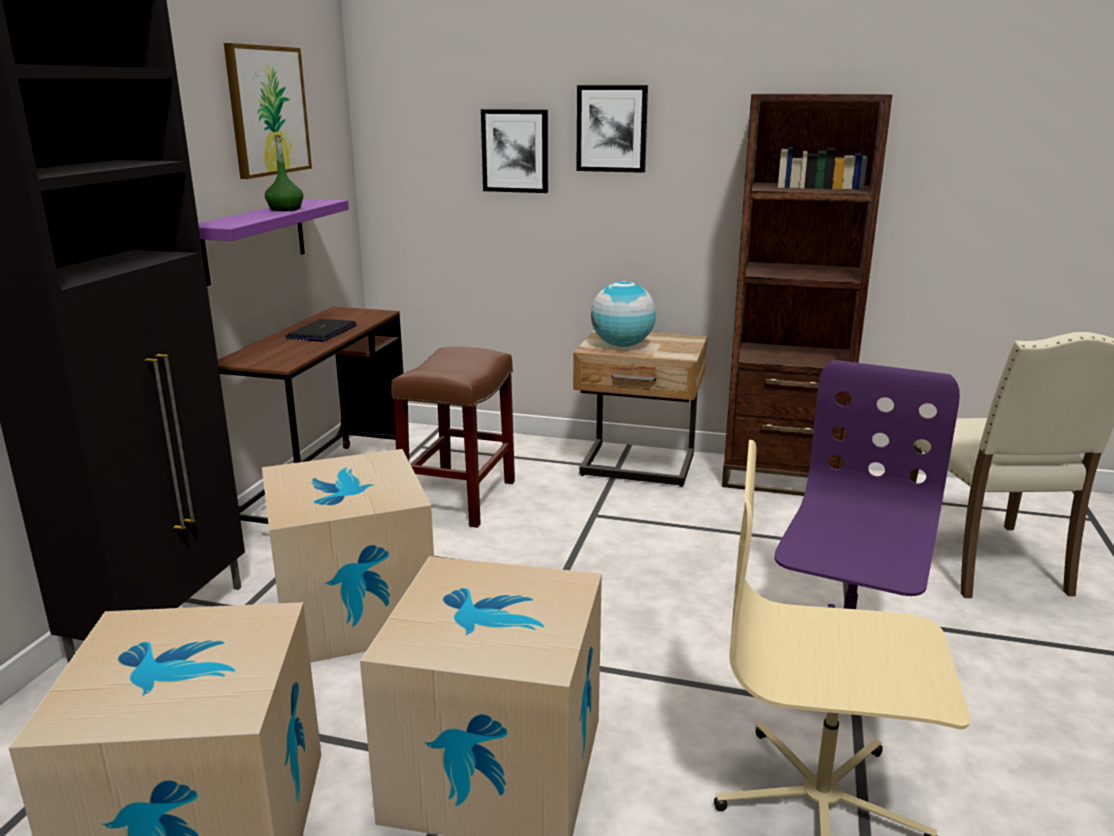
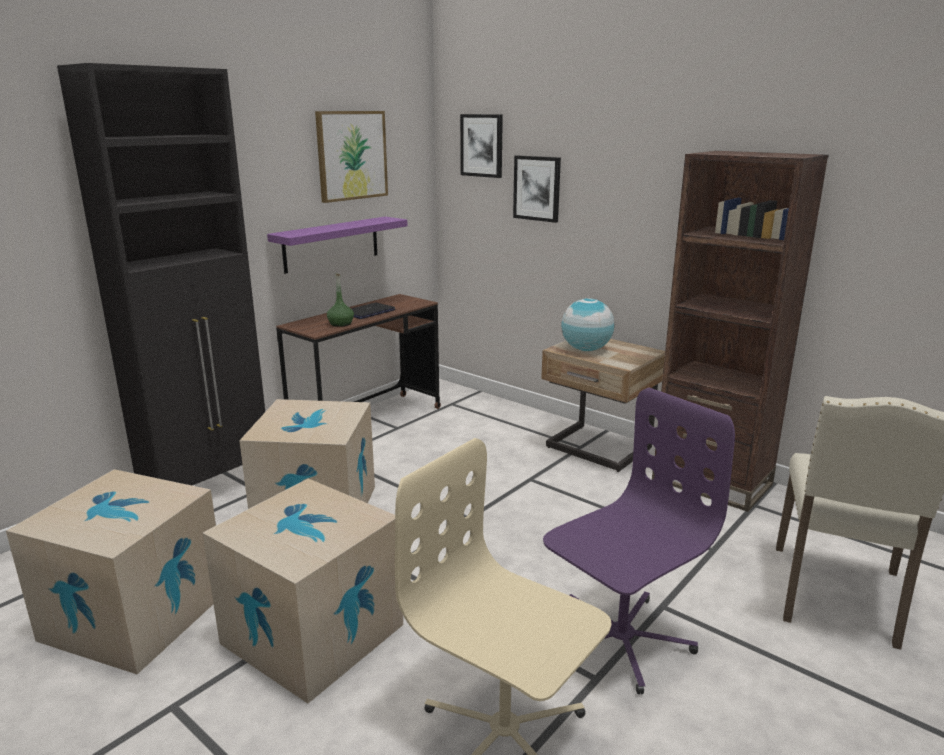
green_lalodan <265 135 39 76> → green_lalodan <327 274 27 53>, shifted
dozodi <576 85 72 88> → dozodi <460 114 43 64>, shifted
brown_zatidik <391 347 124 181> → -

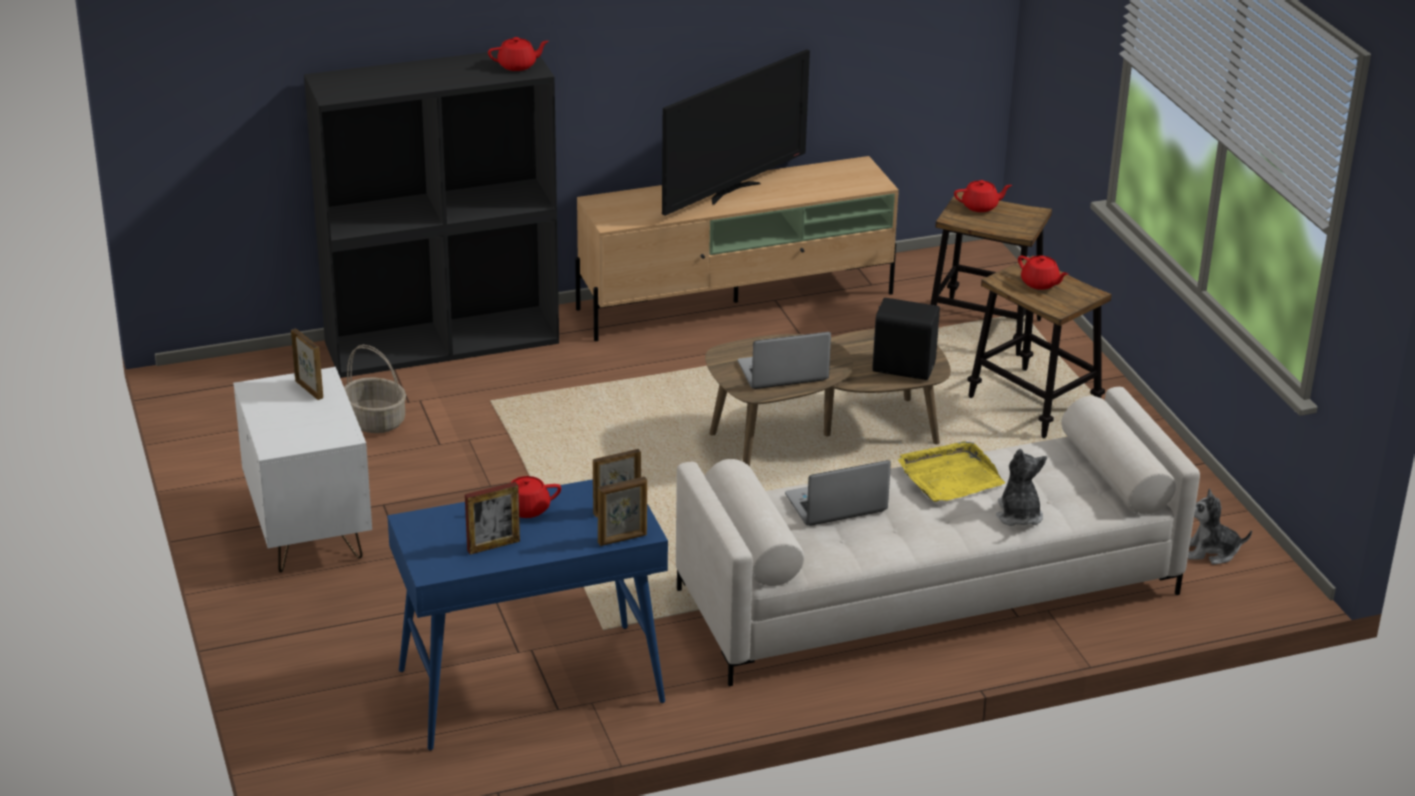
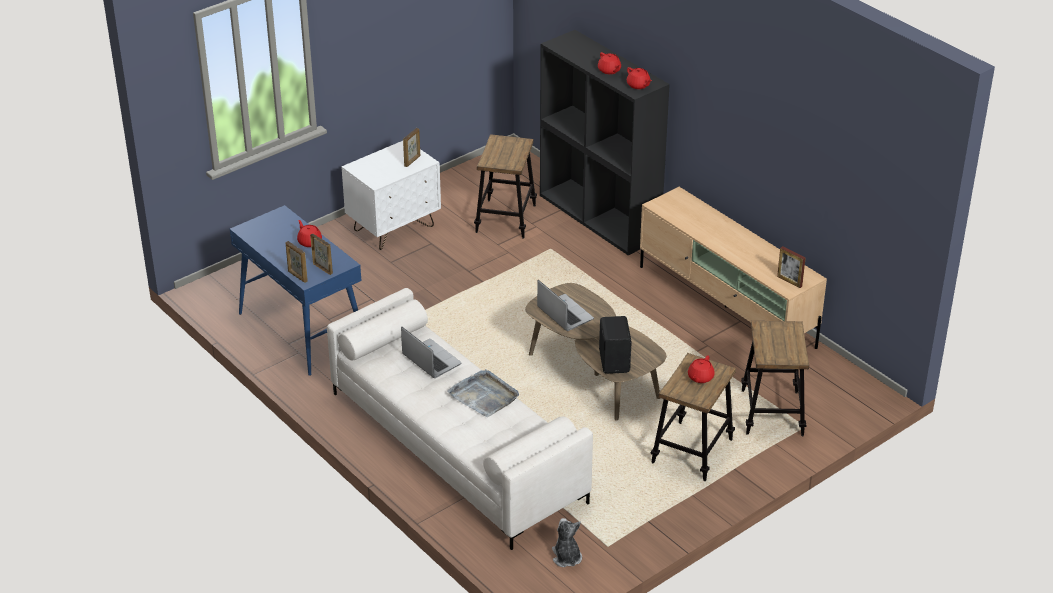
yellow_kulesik <898 441 107 61> → grey_kulesik <447 369 72 48>
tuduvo <344 345 62 88> → zatidik <474 134 63 104>
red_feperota <954 180 58 32> → red_feperota <598 52 23 22>, shifted
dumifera <465 482 55 73> → dumifera <777 246 29 42>, shifted
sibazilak <662 49 148 167> → -
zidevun <996 449 51 77> → -

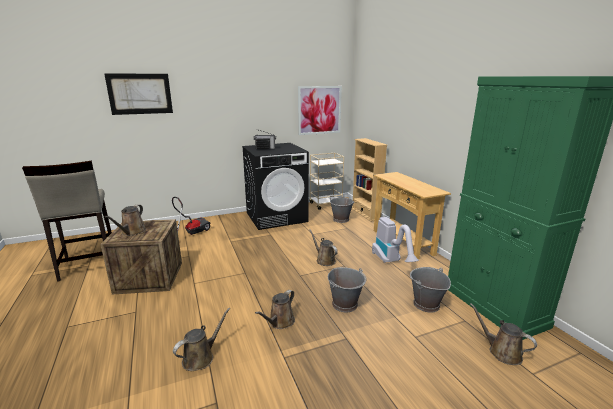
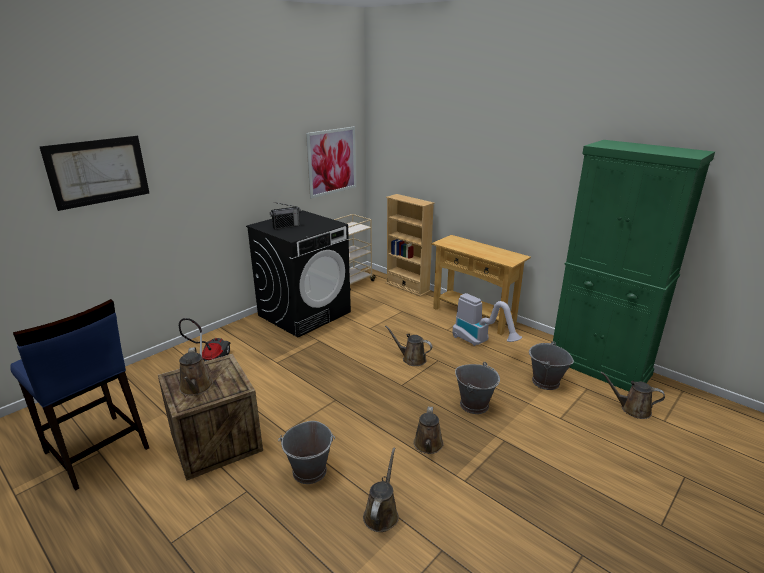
beige_zatidik <22 161 90 121> → blue_zatidik <10 299 139 192>
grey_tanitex <329 198 25 25> → grey_tanitex <278 421 57 63>, shifted

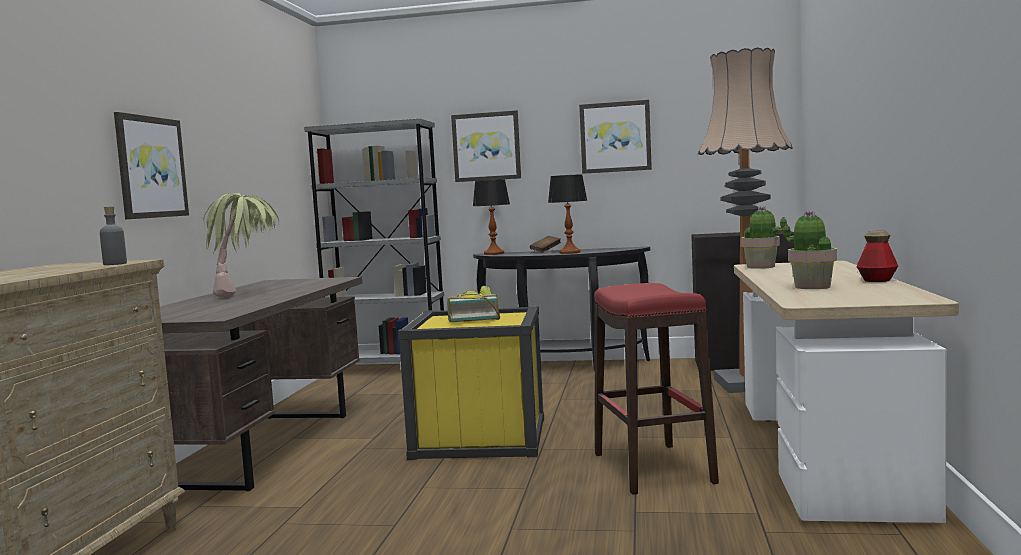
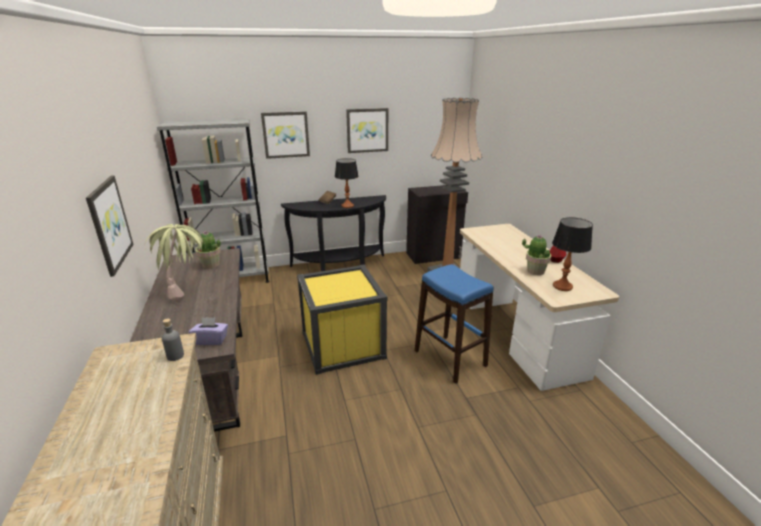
- → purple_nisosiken <189 317 39 28>
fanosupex <741 207 46 62> → fanosupex <196 231 25 38>, shifted
red_zatidik <594 283 125 212> → blue_zatidik <415 264 79 120>
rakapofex <473 179 37 76> → rakapofex <552 217 41 74>, shifted
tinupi <447 286 53 36> → -

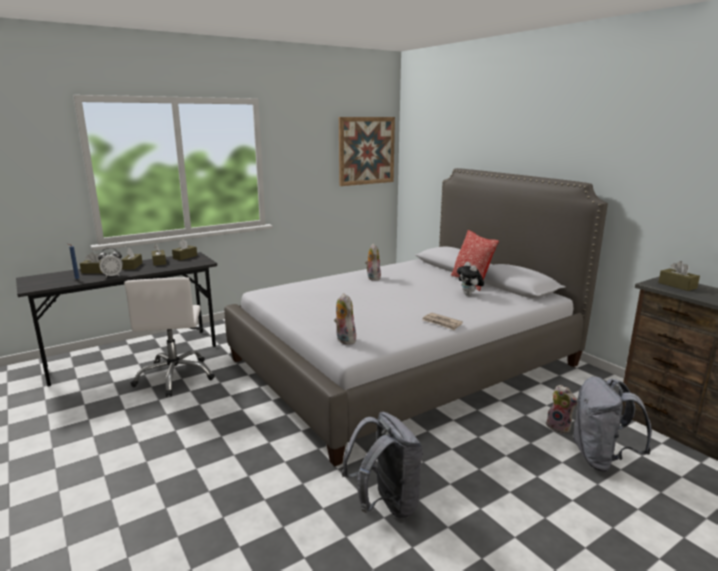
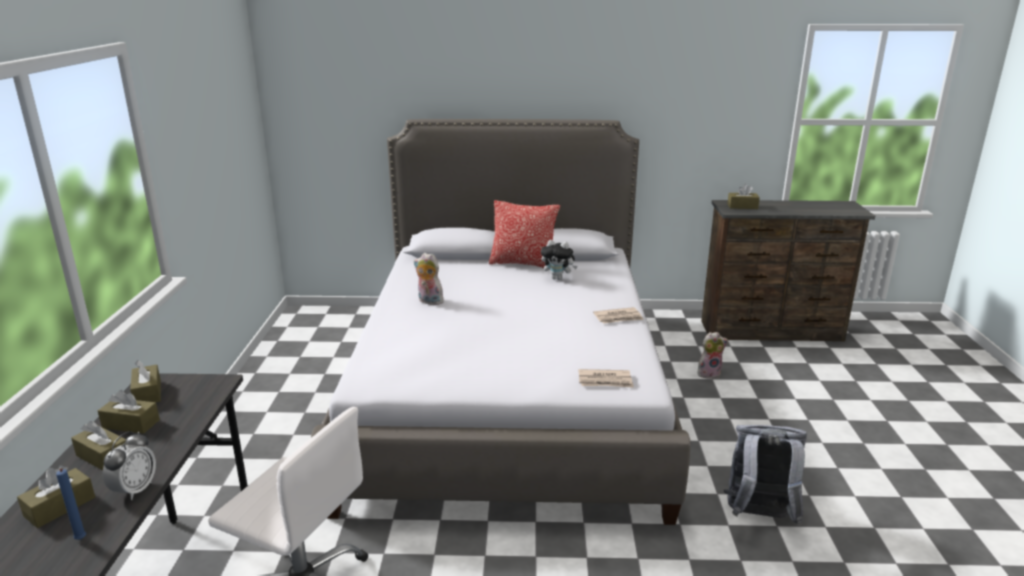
zidevun <334 293 22 52> → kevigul <578 369 56 19>
dozodi <339 117 56 69> → -
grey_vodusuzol <572 376 80 96> → -

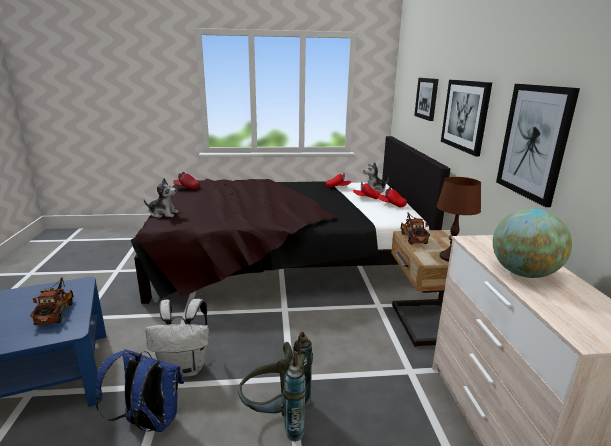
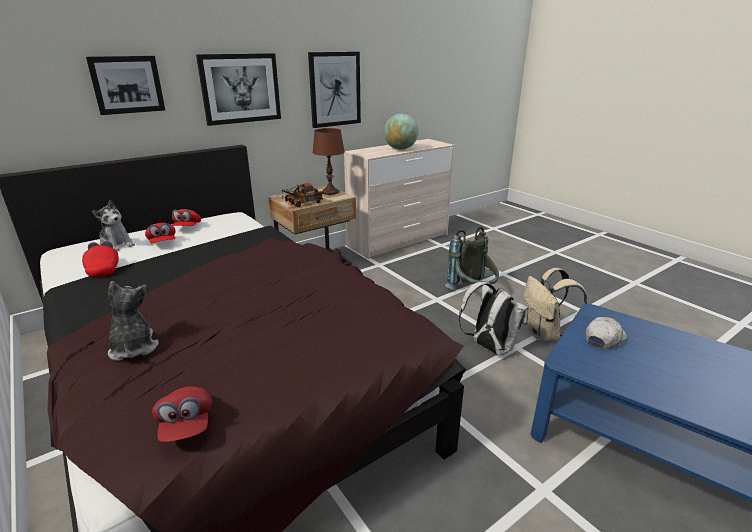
zidevun <144 178 35 40> → zidevun <108 281 51 80>, shifted
blue_vodusuzol <95 349 89 83> → beige_vodusuzol <524 268 63 73>
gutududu <30 277 44 48> → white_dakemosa <586 317 41 32>

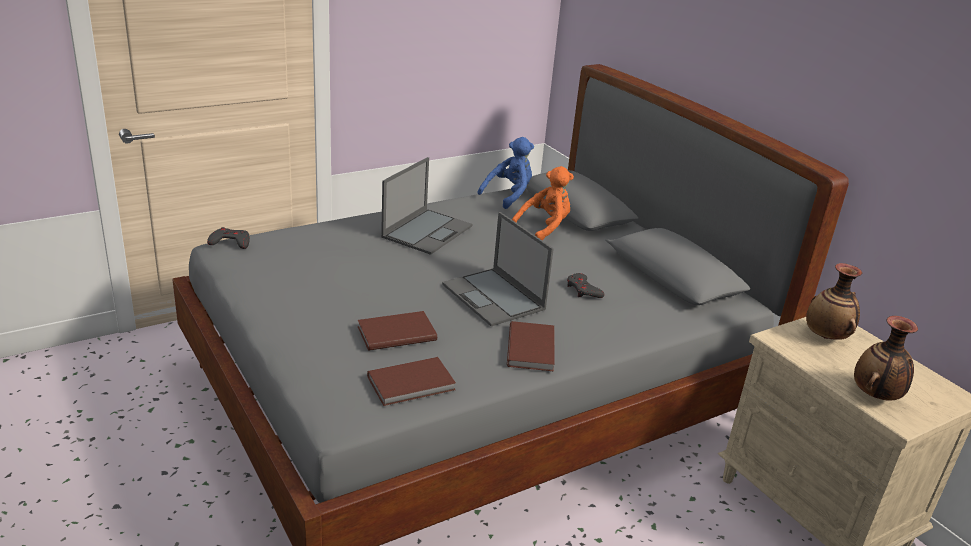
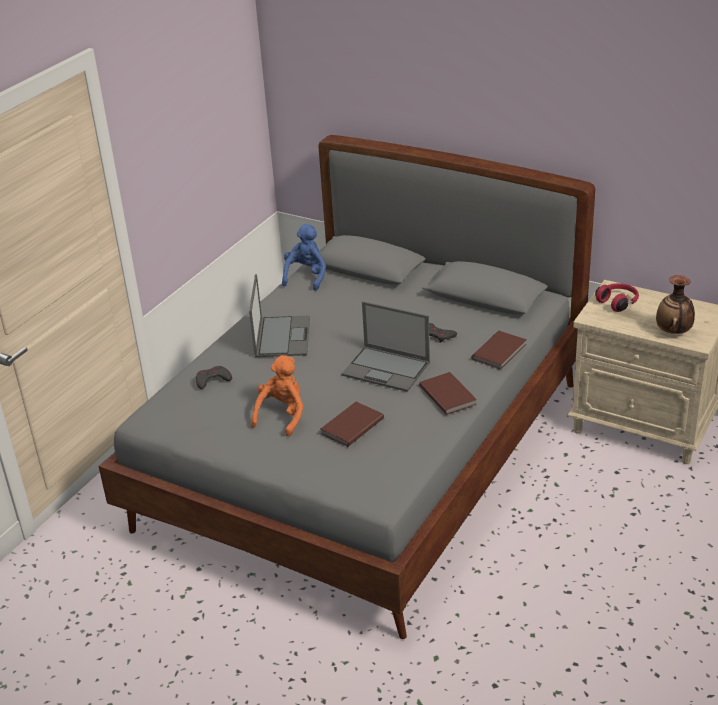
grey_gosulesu <207 227 43 22> → grey_gosulesu <196 366 36 23>, shifted
orange_zidevun <512 166 62 74> → orange_zidevun <251 355 52 81>, shifted
brown_tinupi <367 357 89 49> → brown_tinupi <471 331 56 39>, shifted
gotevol <806 263 56 77> → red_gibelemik <595 283 44 29>

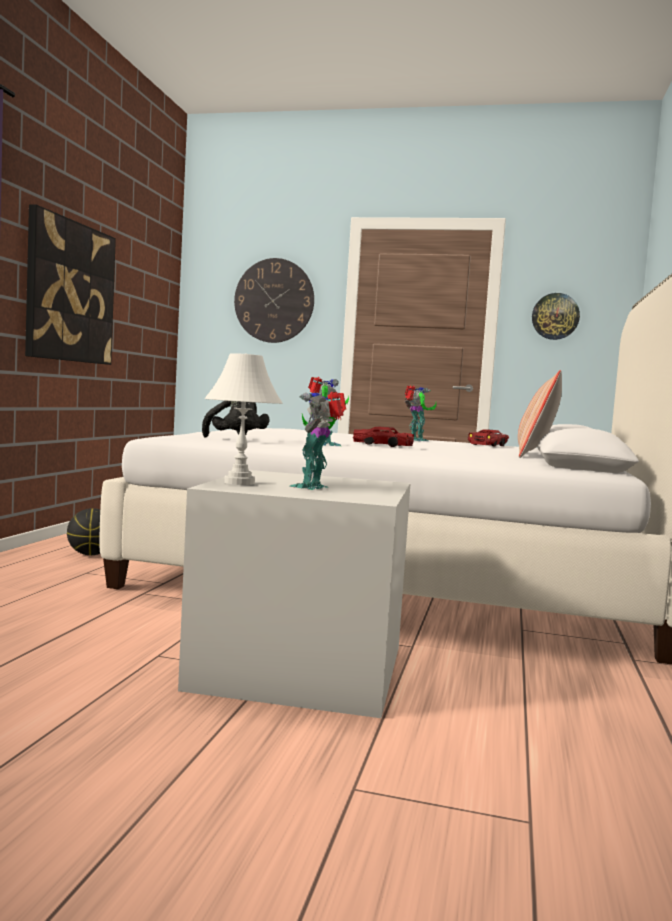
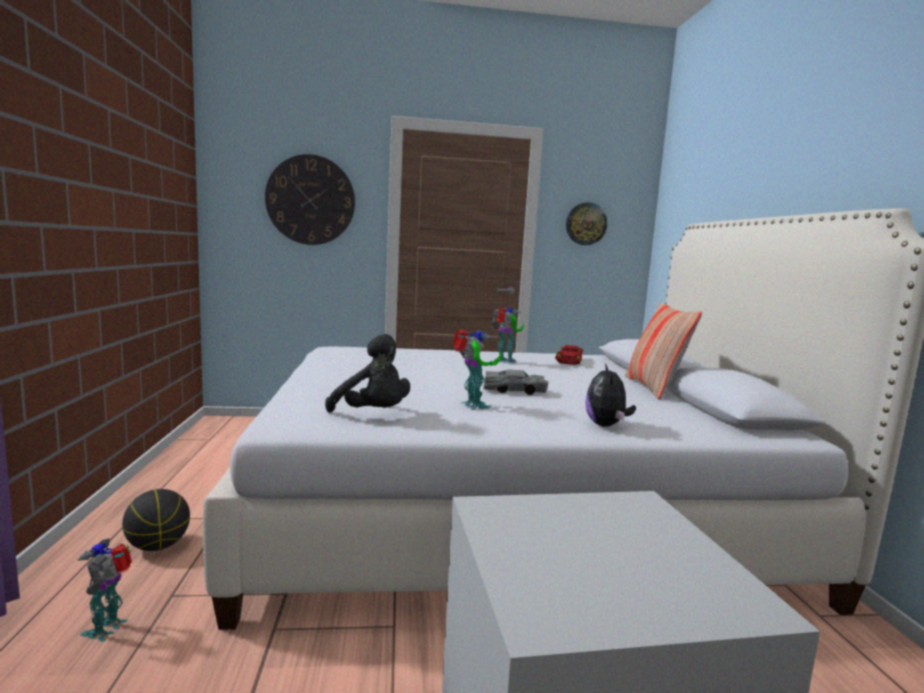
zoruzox <289 392 57 98> → zoruzox <77 539 55 103>, shifted
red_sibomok <353 427 61 20> → grey_sibomok <484 370 64 25>
- → zidevun <585 363 51 64>
dozodi <25 204 91 161> → -
white_rakapofex <205 353 78 132> → -

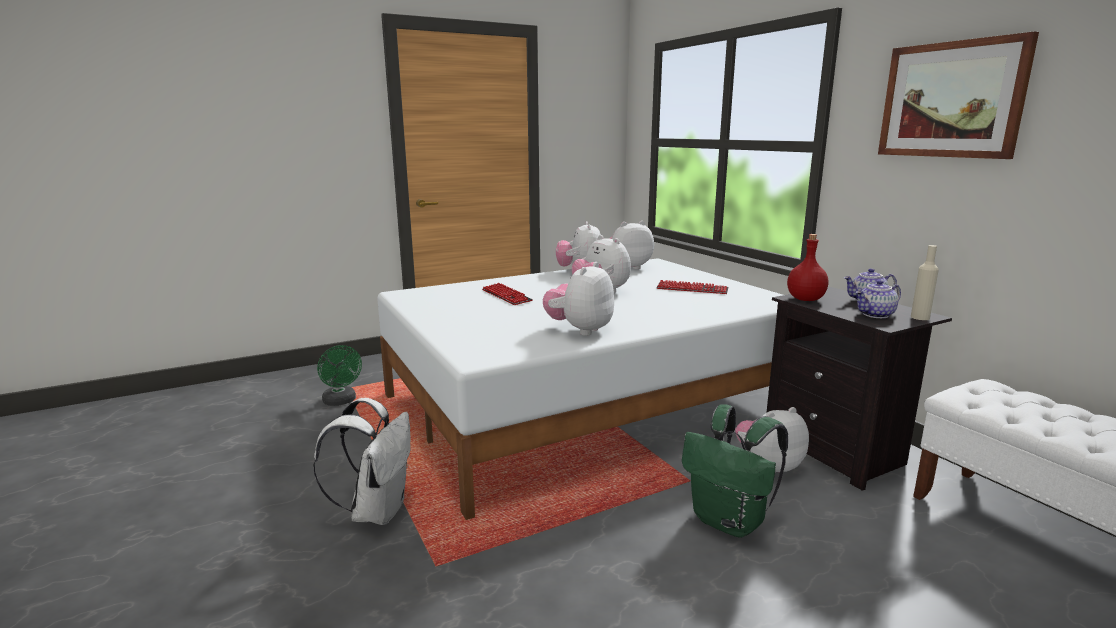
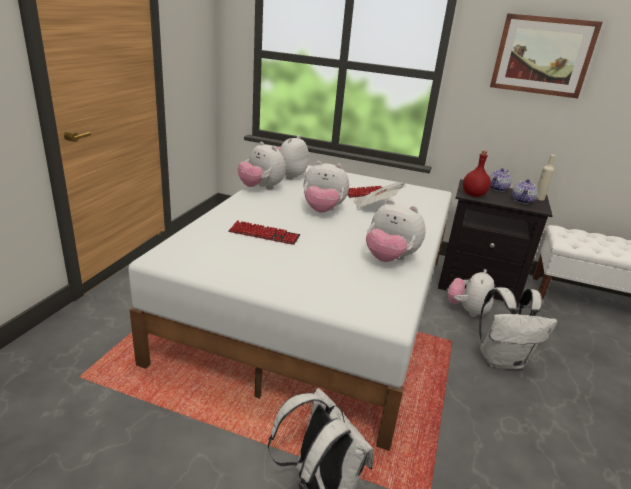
- → kevigul <353 182 53 26>
zidevun <543 262 71 74> → zidevun <366 200 60 62>, 45 degrees counterclockwise
green_vodusuzol <682 404 106 134> → white_vodusuzol <479 287 78 82>
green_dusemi <317 345 45 61> → -

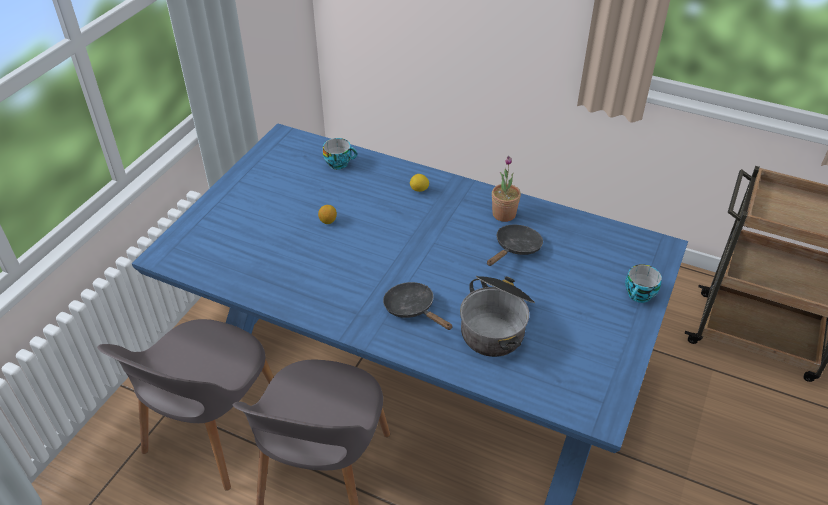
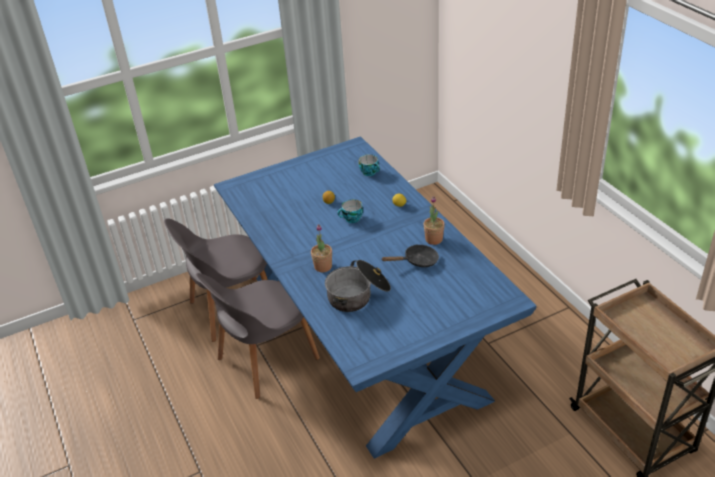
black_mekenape <383 282 70 48> → fanosupex <311 224 21 48>
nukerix <625 264 37 39> → nukerix <337 199 26 24>, shifted

